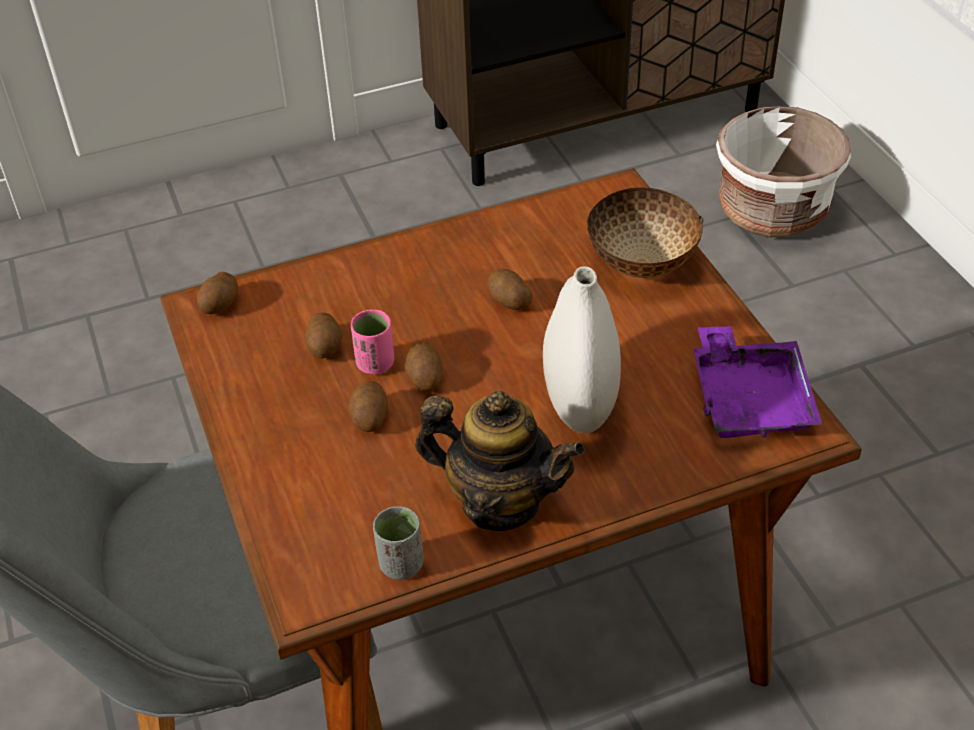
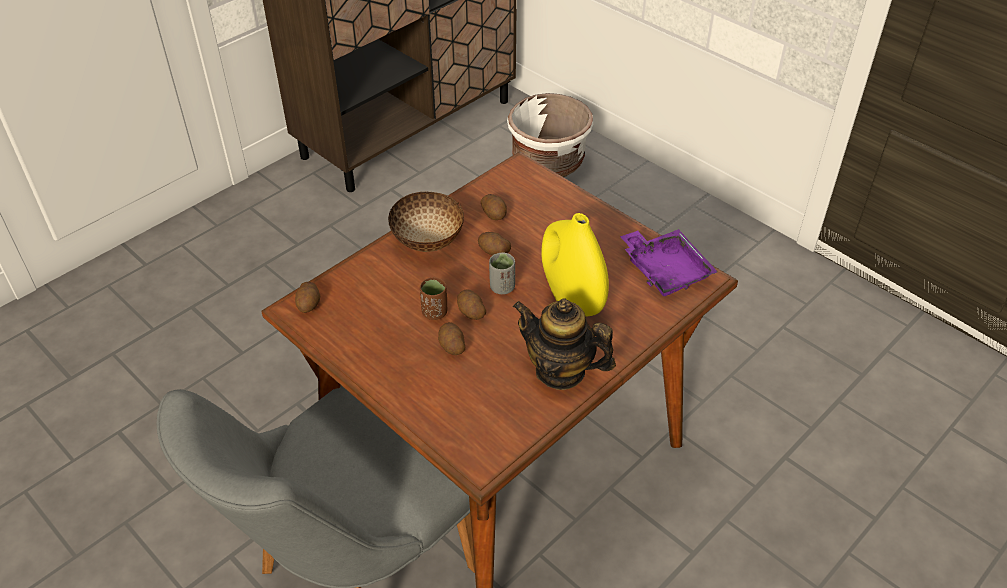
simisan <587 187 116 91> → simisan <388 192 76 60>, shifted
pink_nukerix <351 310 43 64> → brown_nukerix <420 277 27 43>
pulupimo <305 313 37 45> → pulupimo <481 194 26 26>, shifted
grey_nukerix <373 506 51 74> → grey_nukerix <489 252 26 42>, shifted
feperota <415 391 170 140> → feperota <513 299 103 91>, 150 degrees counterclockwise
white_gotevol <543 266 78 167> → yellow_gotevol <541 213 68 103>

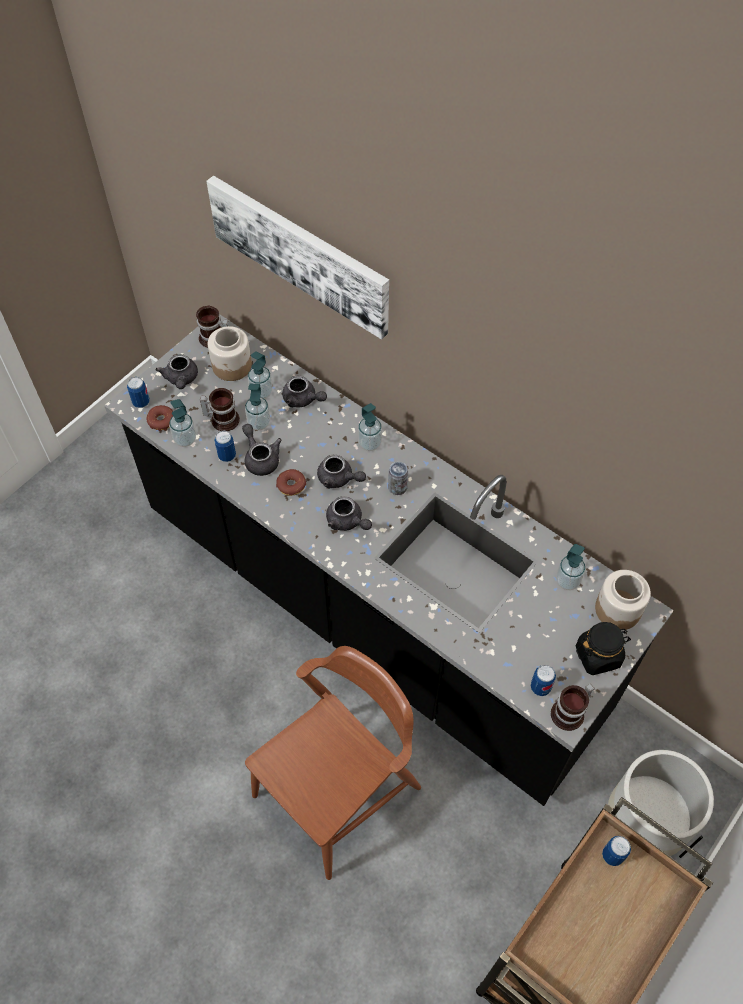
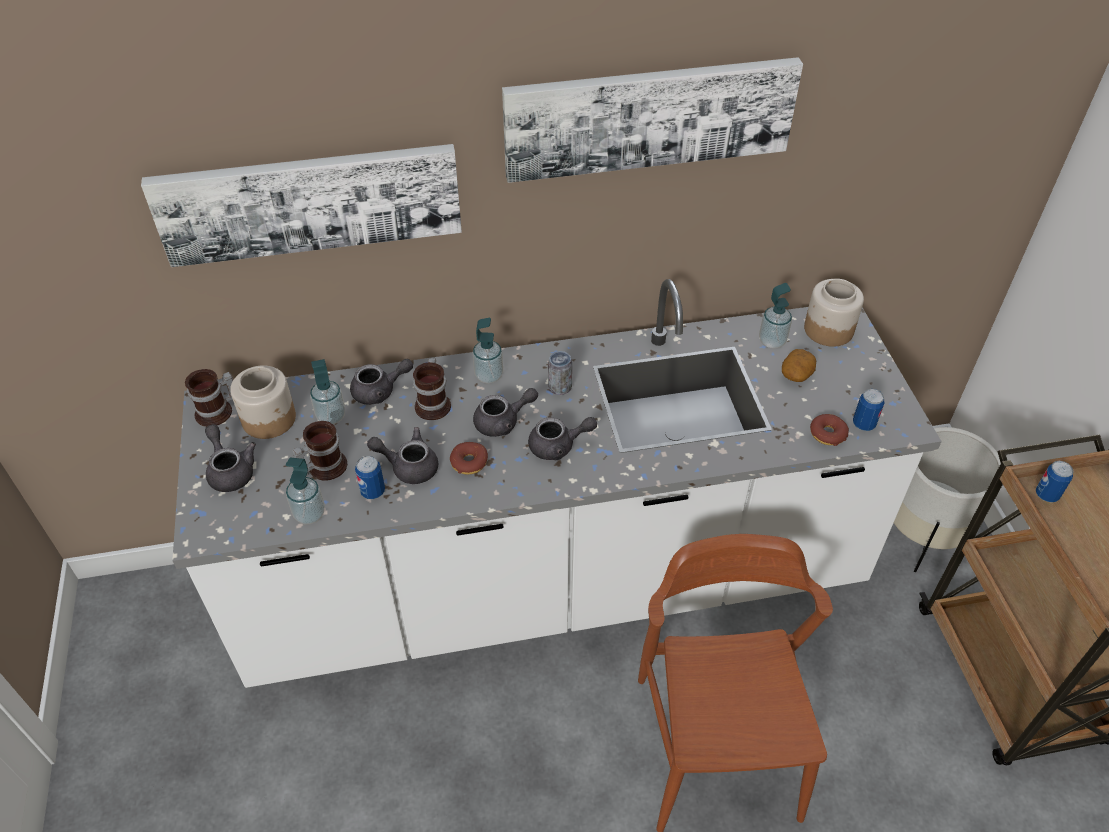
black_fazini <104 314 570 492> → white_fazini <172 279 770 409>
grey_feperota <156 354 42 35> → grey_feperota <205 424 51 68>, 150 degrees counterclockwise
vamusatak <551 683 44 48> → vamusatak <413 358 38 62>, shifted
- → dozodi <502 57 301 126>
- → pulupimo <782 349 34 33>
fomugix <146 405 27 26> → fomugix <810 414 39 32>, shifted
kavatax <127 377 23 31> → -
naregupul <245 383 25 47> → -
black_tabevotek <576 622 55 53> → -

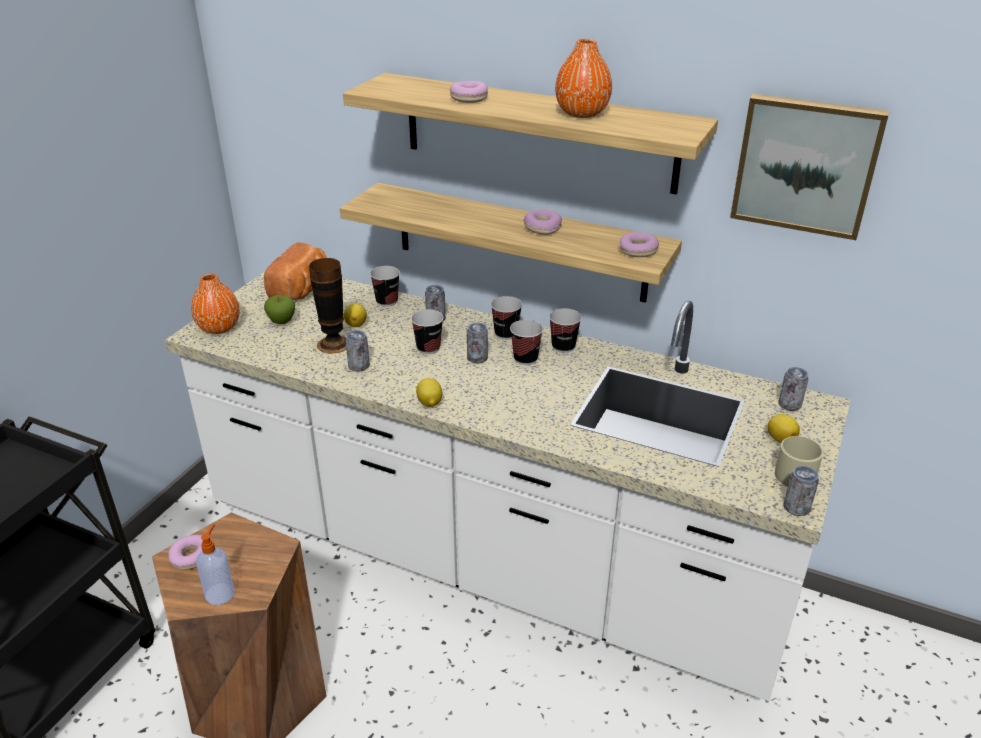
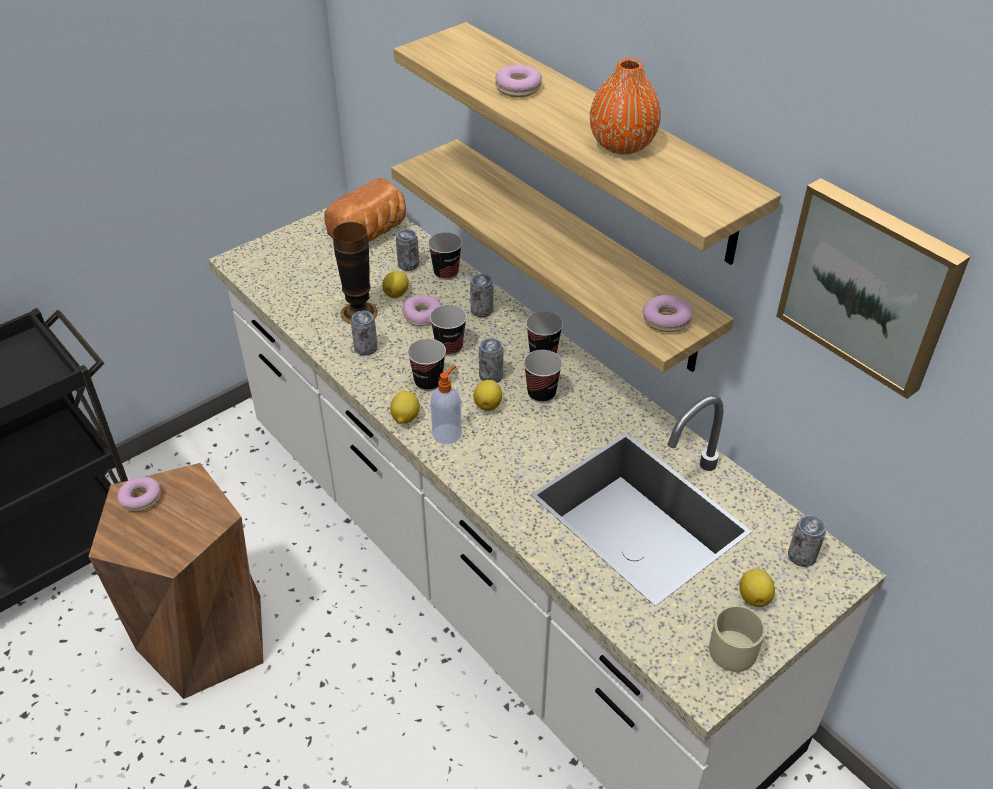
kavatax <783 466 36 50> → kavatax <396 229 23 42>, shifted
fomugix <524 210 38 25> → fomugix <402 295 39 32>, shifted
nukerix <549 308 33 45> → nukerix <407 339 39 52>, shifted
naregupul <196 524 39 81> → naregupul <430 365 32 79>, shifted
- → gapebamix <474 380 28 31>
orange_gotevol <191 273 49 61> → -
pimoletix <264 295 31 29> → -

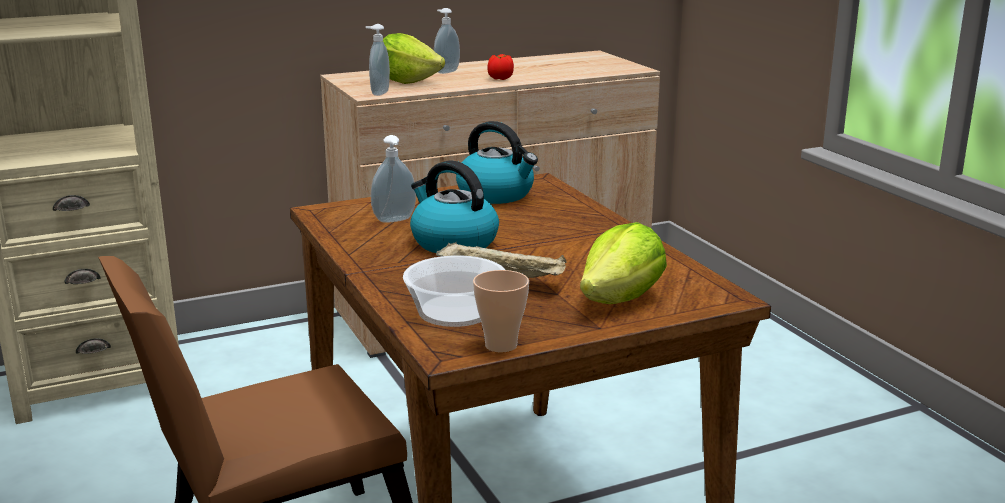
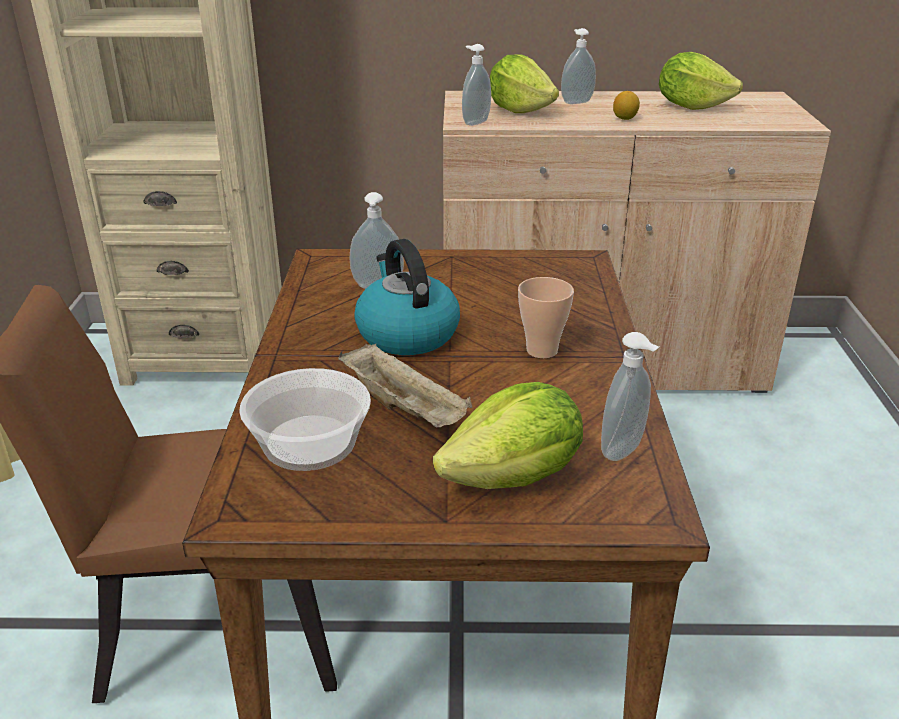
nukerix <473 270 56 83> → nukerix <518 277 56 82>, shifted
- → naregupul <601 332 58 129>
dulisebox <487 54 27 26> → gapebamix <613 91 27 29>
- → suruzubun <659 52 84 58>
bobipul <456 121 82 83> → -

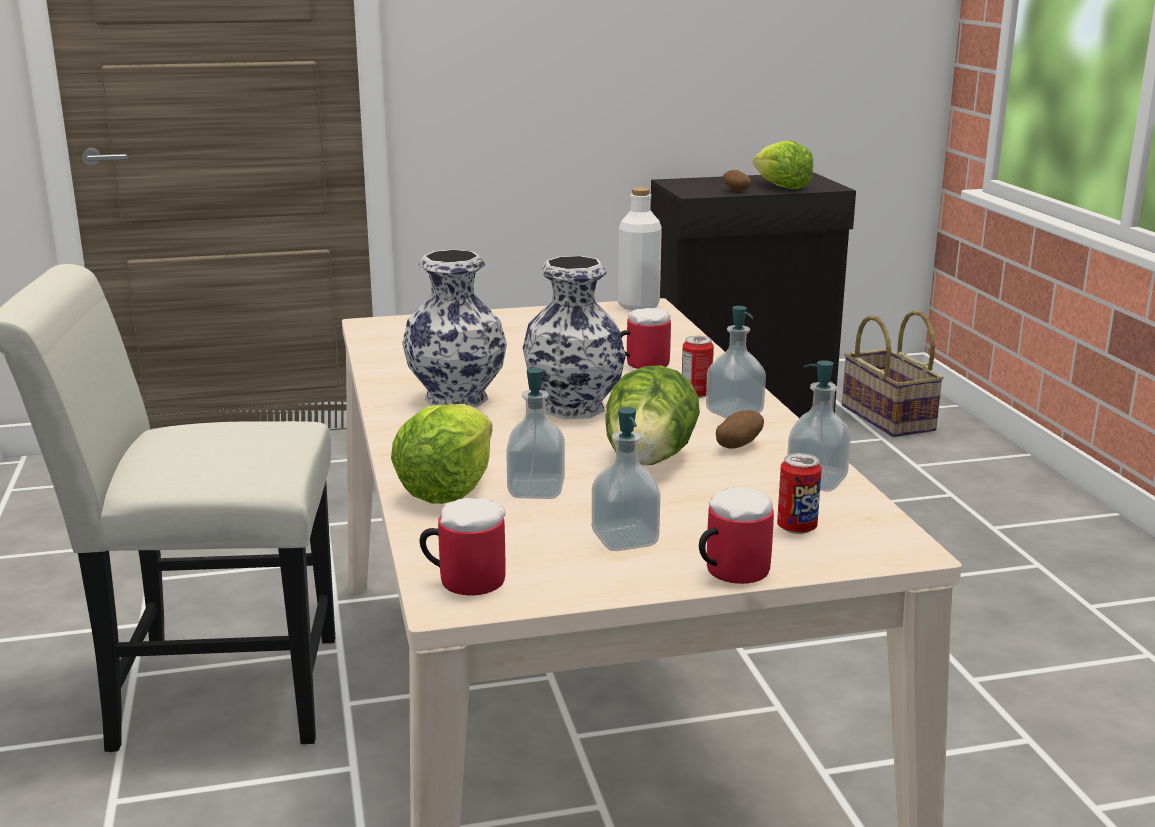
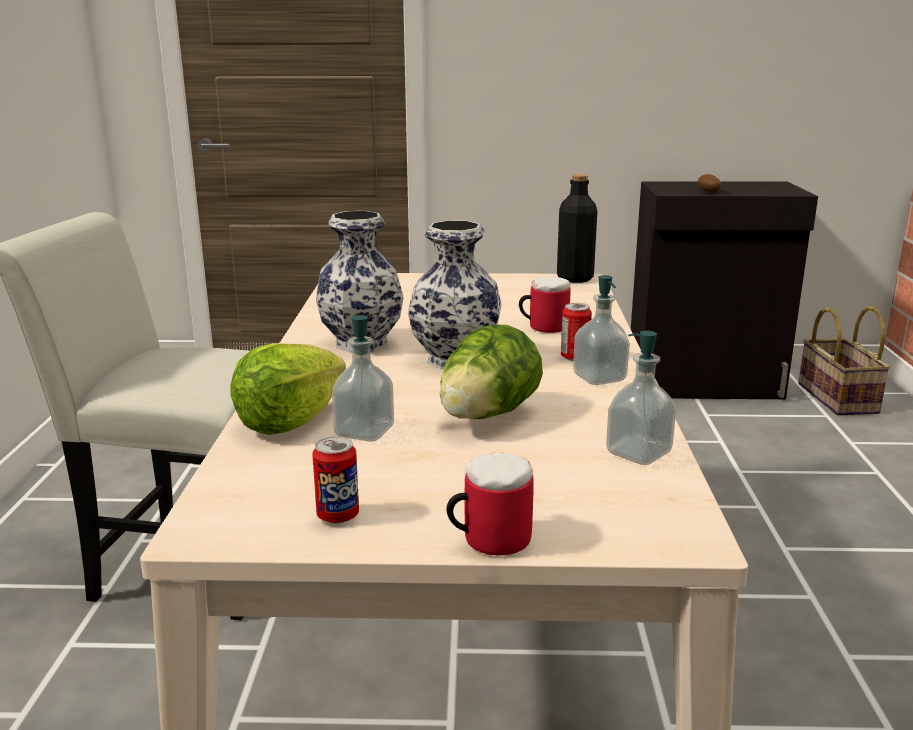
kavatax <777 453 45 81> → kavatax <312 436 47 88>, shifted
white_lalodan <618 188 44 122> → black_lalodan <557 174 40 109>
vamusatak <420 498 86 98> → -
naregupul <592 407 68 144> → -
pulupimo <716 410 48 39> → -
suruzubun <753 140 60 49> → -

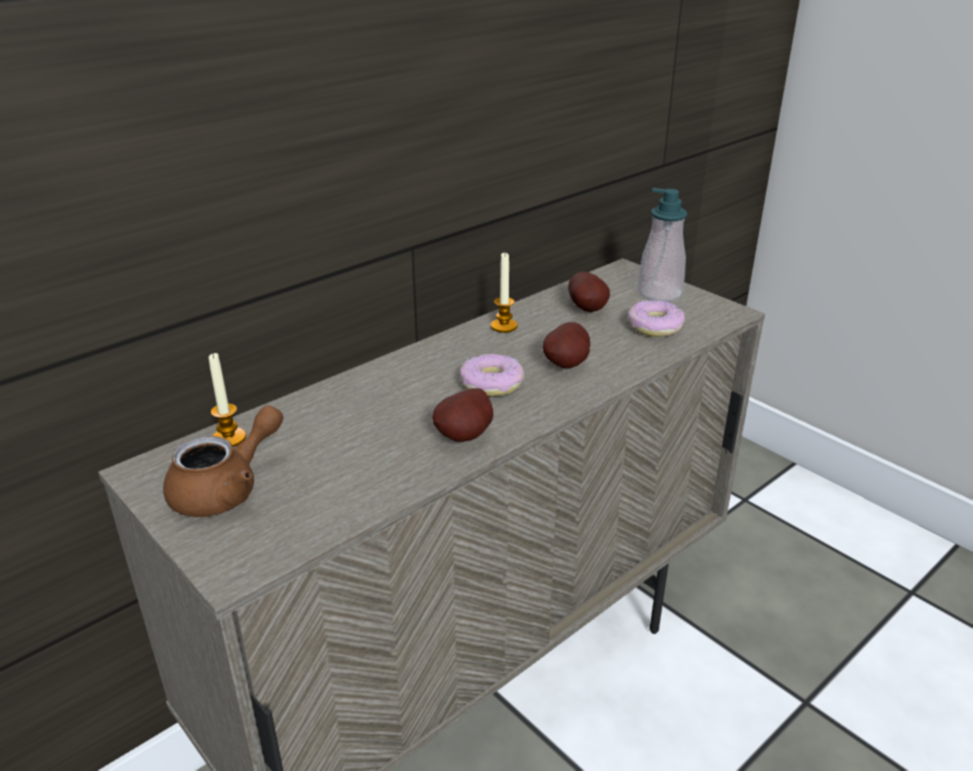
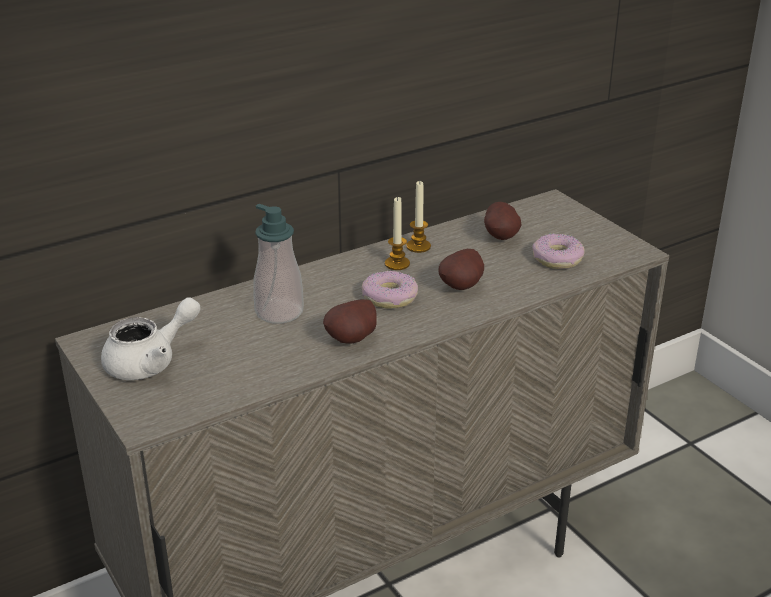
brown_feperota <163 405 120 112> → white_feperota <101 297 100 83>
naregupul <637 188 50 114> → naregupul <253 204 51 120>, shifted
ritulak <209 353 37 94> → ritulak <385 197 25 73>, shifted

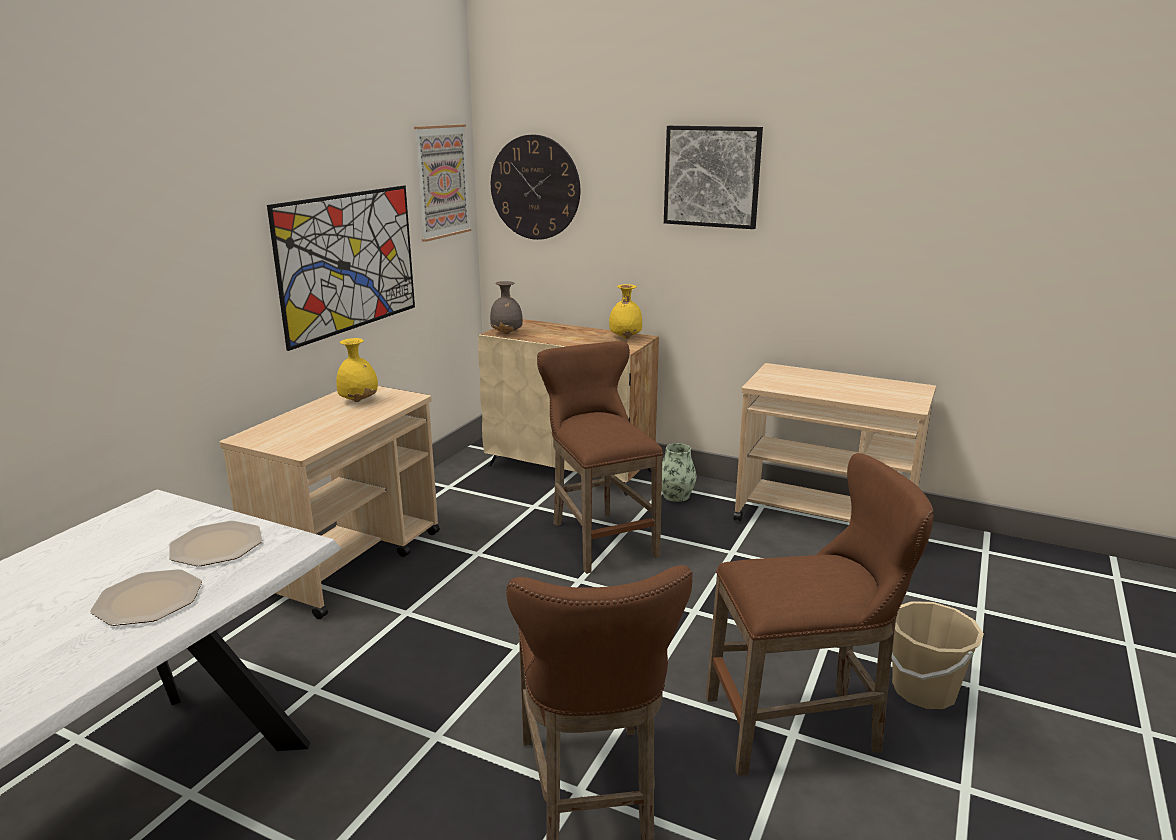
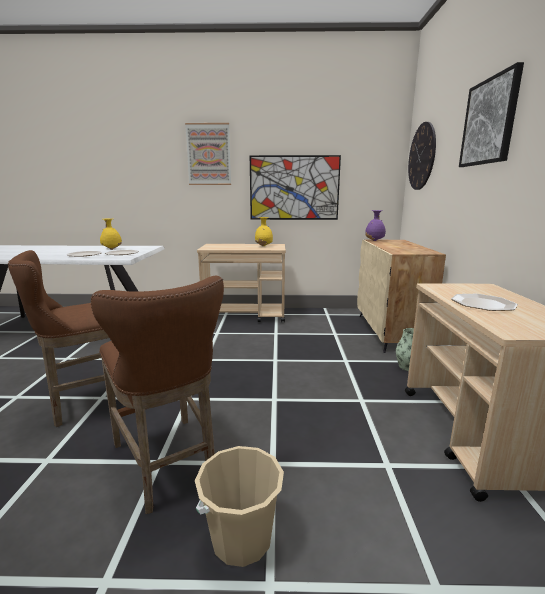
yellow_gotevol <609 284 33 54> → yellow_gotevol <100 218 22 32>, shifted
dozodi <414 124 57 118> → dozodi <185 123 46 62>, shifted
grey_gotevol <490 281 33 53> → purple_gotevol <365 210 21 31>
- → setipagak <451 294 67 17>
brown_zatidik <537 341 126 233> → -

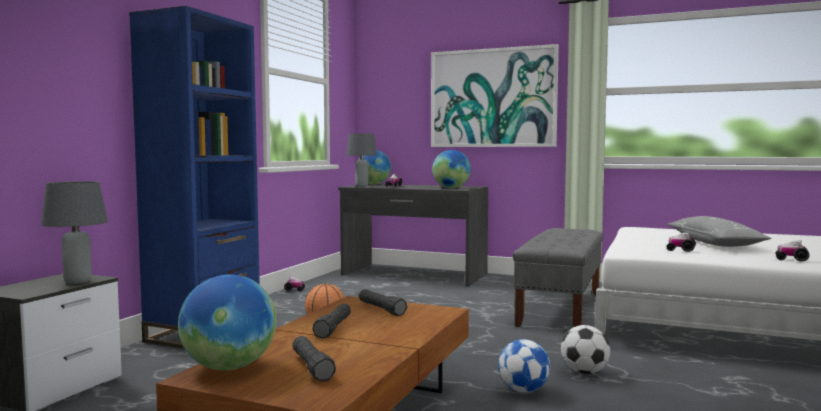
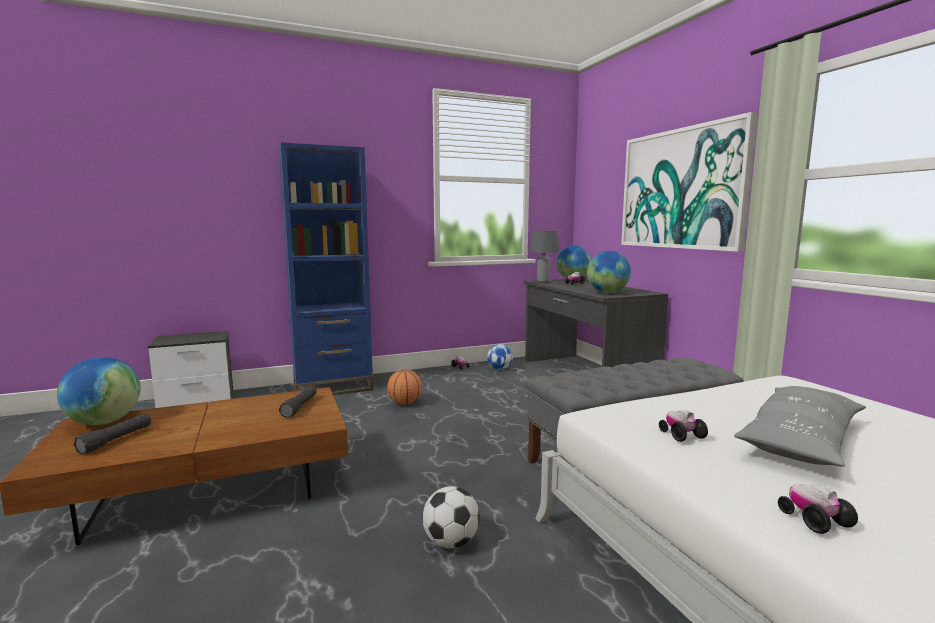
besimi <498 339 52 54> → besimi <487 344 26 26>, shifted
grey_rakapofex <41 181 67 103> → -
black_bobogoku <313 303 38 35> → -

